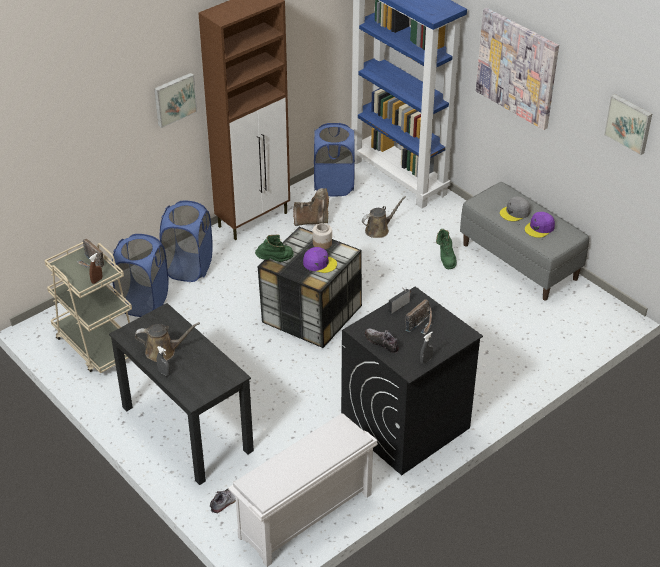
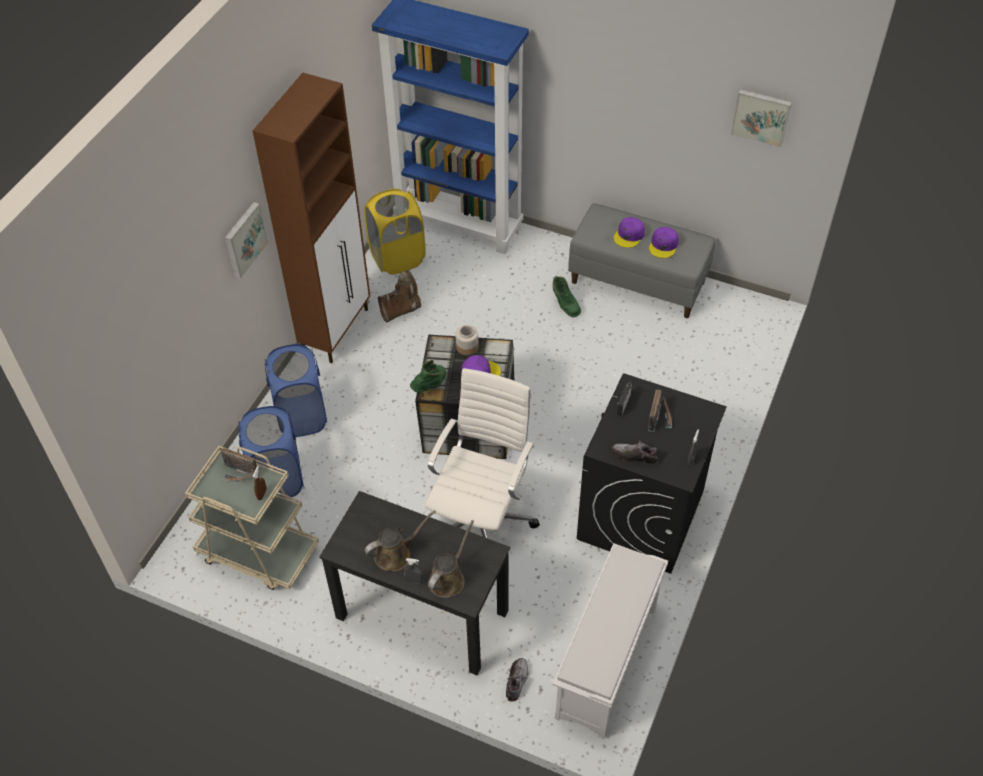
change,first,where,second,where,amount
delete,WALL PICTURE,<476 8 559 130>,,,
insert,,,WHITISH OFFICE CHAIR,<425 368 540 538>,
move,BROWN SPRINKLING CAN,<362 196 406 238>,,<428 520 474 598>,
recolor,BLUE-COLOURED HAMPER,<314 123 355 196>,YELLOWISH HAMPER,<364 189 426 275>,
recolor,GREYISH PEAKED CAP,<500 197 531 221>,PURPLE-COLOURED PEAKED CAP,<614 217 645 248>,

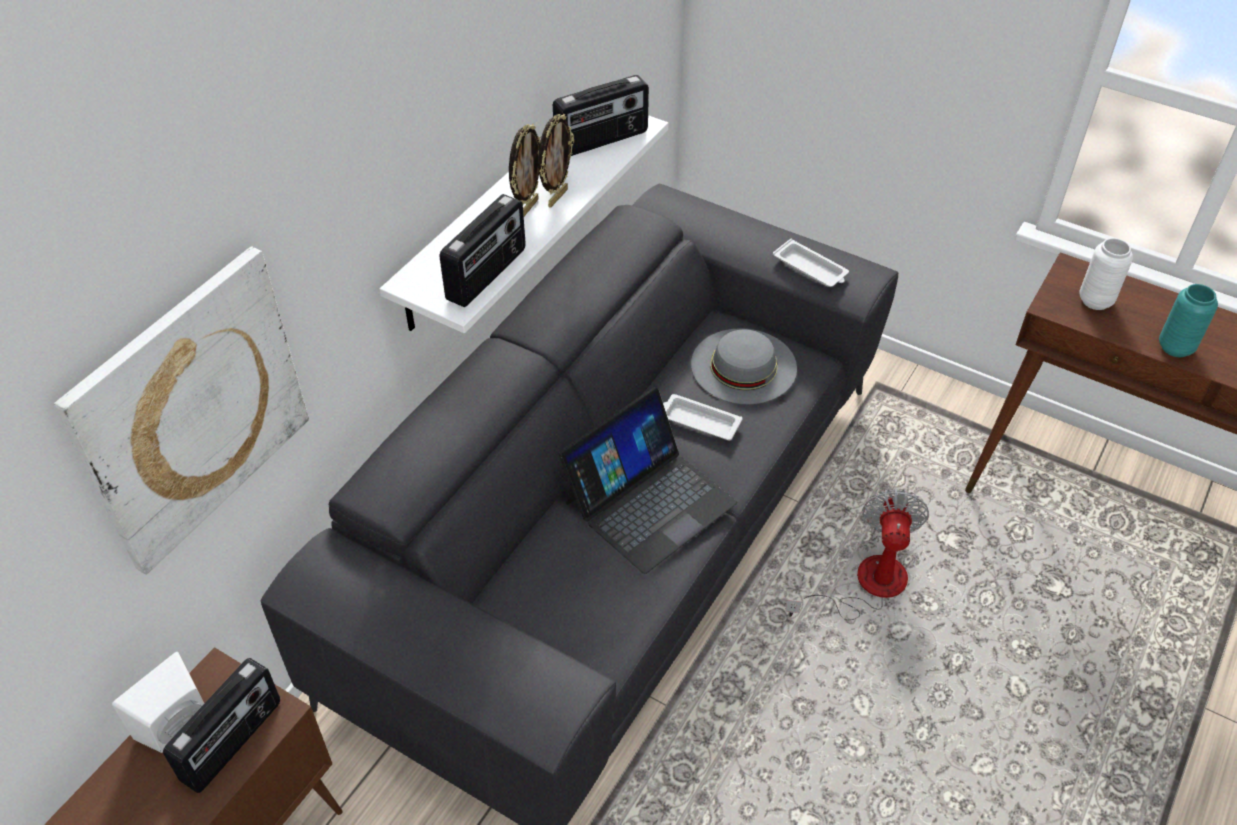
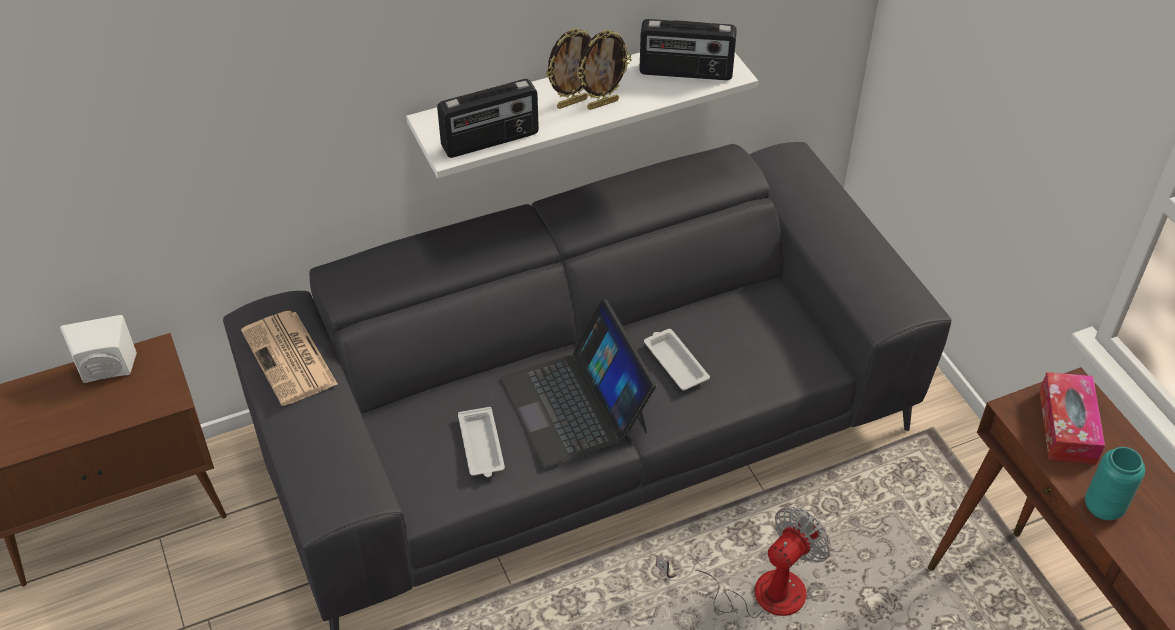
change,first,where,second,where,amount
delete,WALL PICTURE,<54 246 309 575>,,,
delete,RADIO RECEIVER,<163 658 280 793>,,,
delete,GREYISH WEARABLE HAT,<691 328 797 404>,,,
insert,,,DAILY PAPER,<241 311 338 406>,
move,WHITISH SERVING TRAY,<773 239 849 287>,,<458 407 505 477>,
replace,WHITISH DECORATIVE VASE,<1079 238 1133 310>,TISSUE BOX,<1039 372 1105 464>,
rotate,PORTABLE COMPUTER,<559 387 737 574>,,<500 299 656 467>,75 degrees clockwise

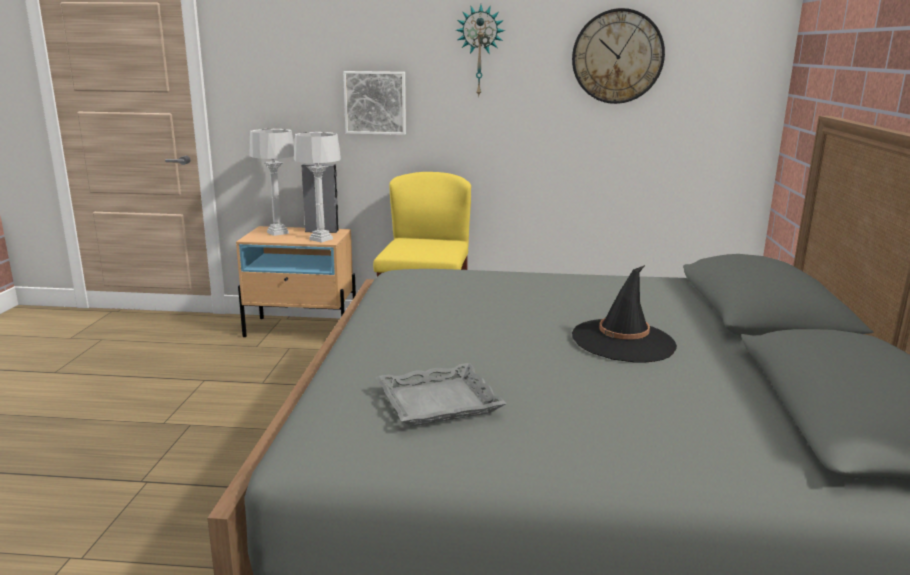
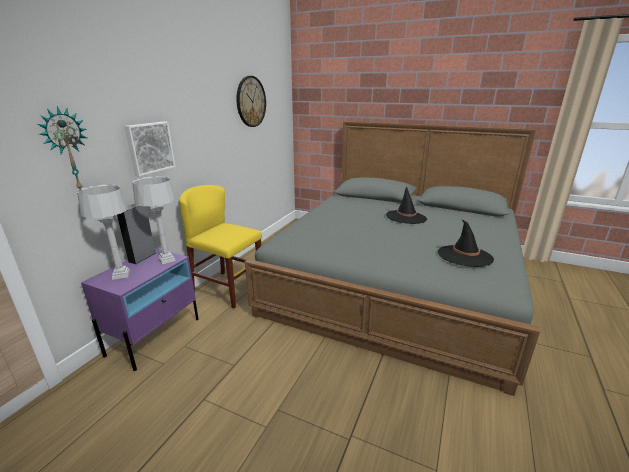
change,first,where,second,where,amount
move,WALL CLOCK,<456 5 505 98>,,<37 106 87 190>,
replace,GREYISH SERVING TRAY,<376 363 507 427>,BLACK-COLOURED WEARABLE HAT,<438 219 494 267>,
recolor,BEIGE BEDSIDE TABLE,<236 226 356 337>,PURPLE-COLOURED BEDSIDE TABLE,<81 248 199 371>,

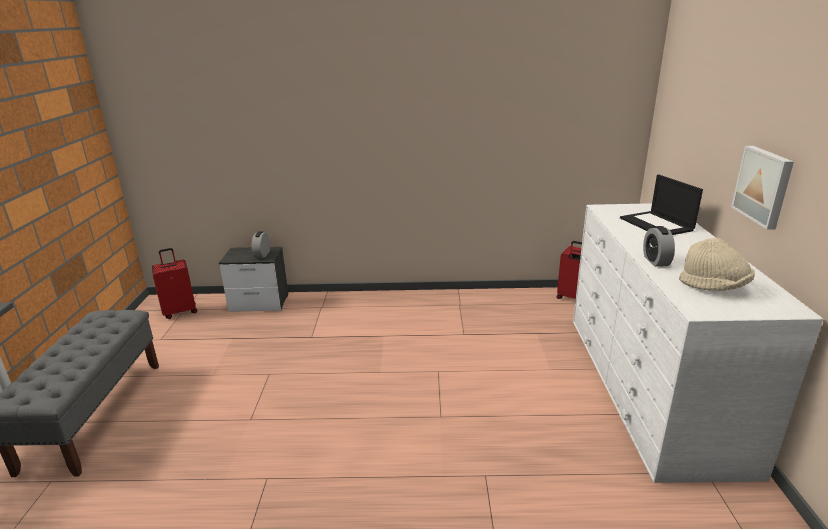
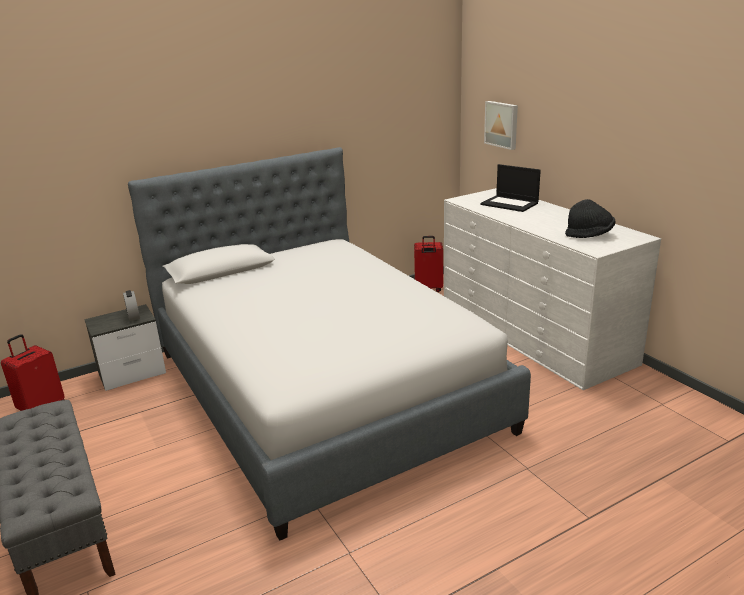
change,first,where,second,where,amount
delete,BEDSIDE CLOCK,<643 226 675 267>,,,
insert,,,BED,<128 147 531 541>,
move,WALL PICTURE,<731 146 794 230>,,<484 101 518 150>,
recolor,BEIGE WEARABLE HAT,<679 238 755 291>,BLACK-COLOURED WEARABLE HAT,<565 199 615 238>,

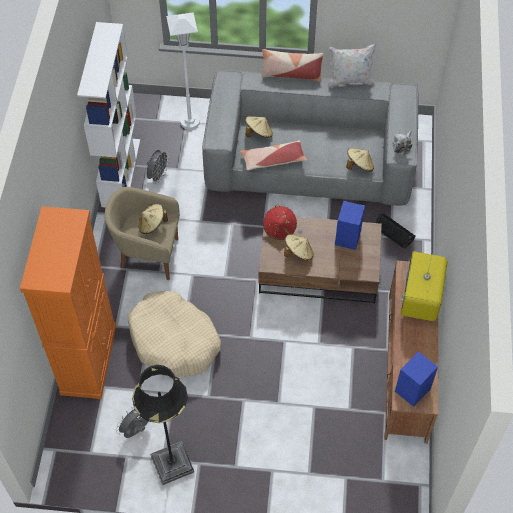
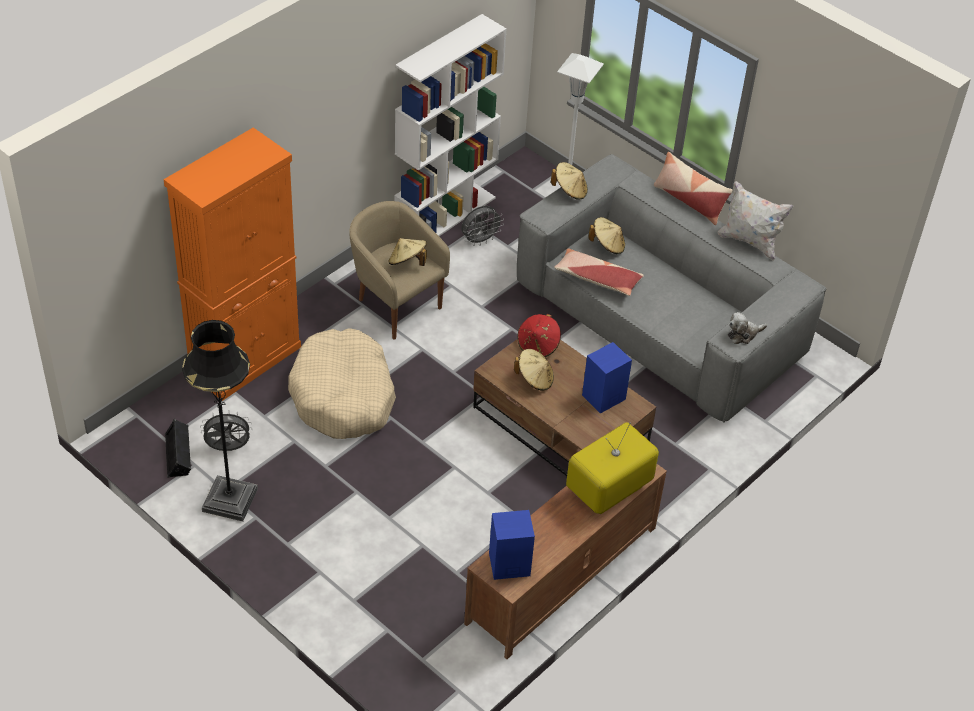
change,first,where,second,where,amount
move,BEIGE WEARABLE HAT,<346 148 374 172>,,<551 162 588 200>,
move,BLACK-COLOURED LOUDSPEAKER,<375 213 416 250>,,<165 419 191 478>,

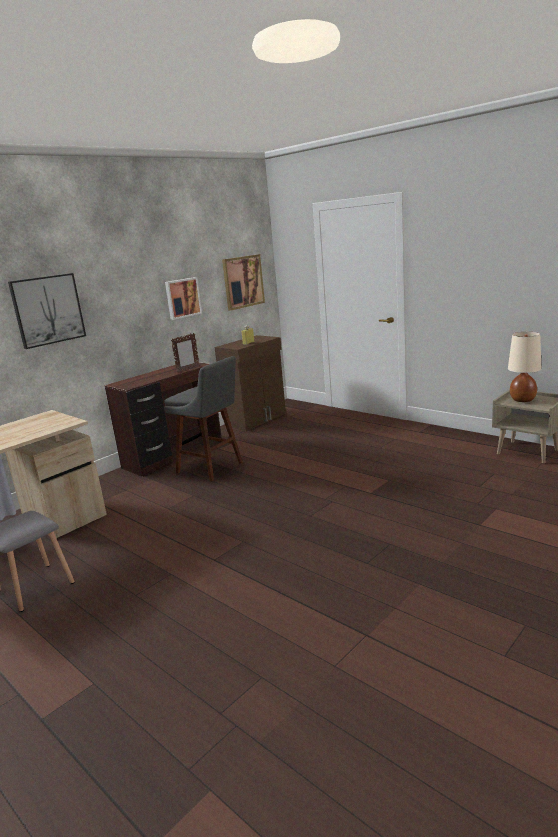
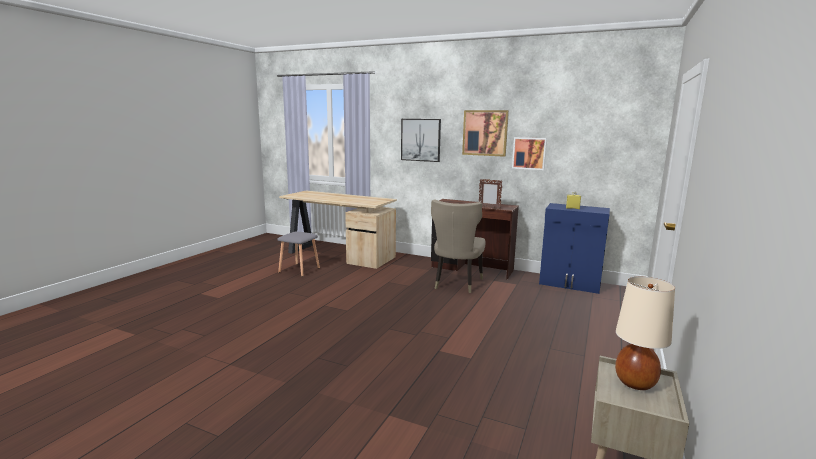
change,first,where,second,where,amount
move,WALL PICTURE,<222 254 265 311>,,<462 110 509 157>,
replace,GREYISH STOOL SEAT,<164 356 243 481>,BEIGE PLAIN CHAIR,<431 199 486 293>,
recolor,BROWN CABINET,<214 335 286 431>,BLUE-COLOURED CABINET,<539 203 610 294>,

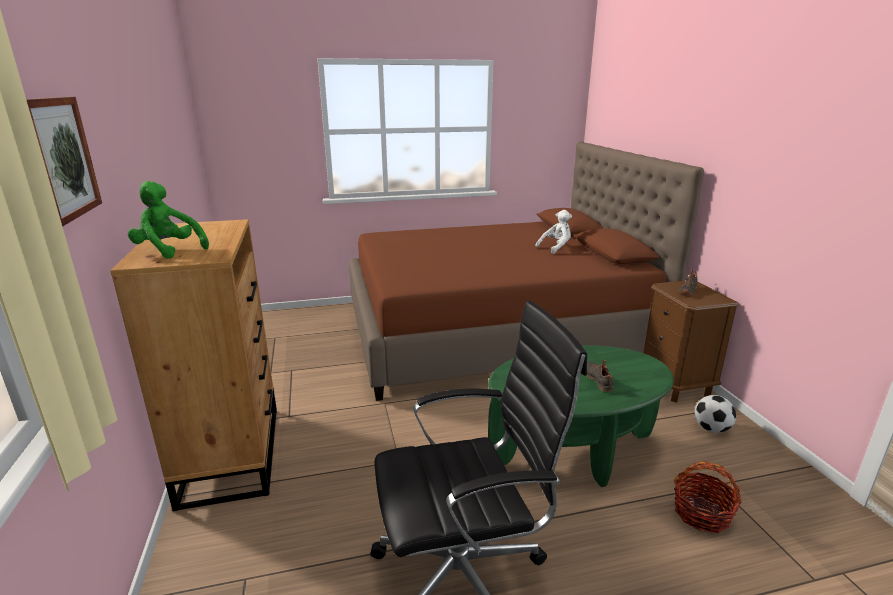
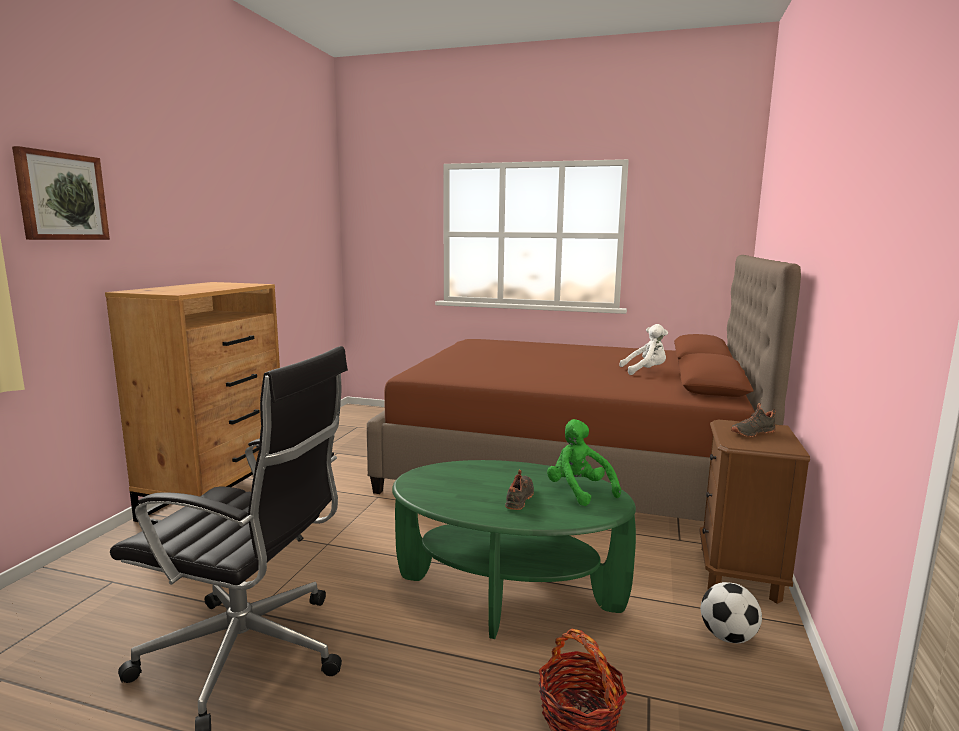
change,first,where,second,where,amount
move,GREENISH SOFT TOY,<128 181 209 259>,,<547 419 621 506>,

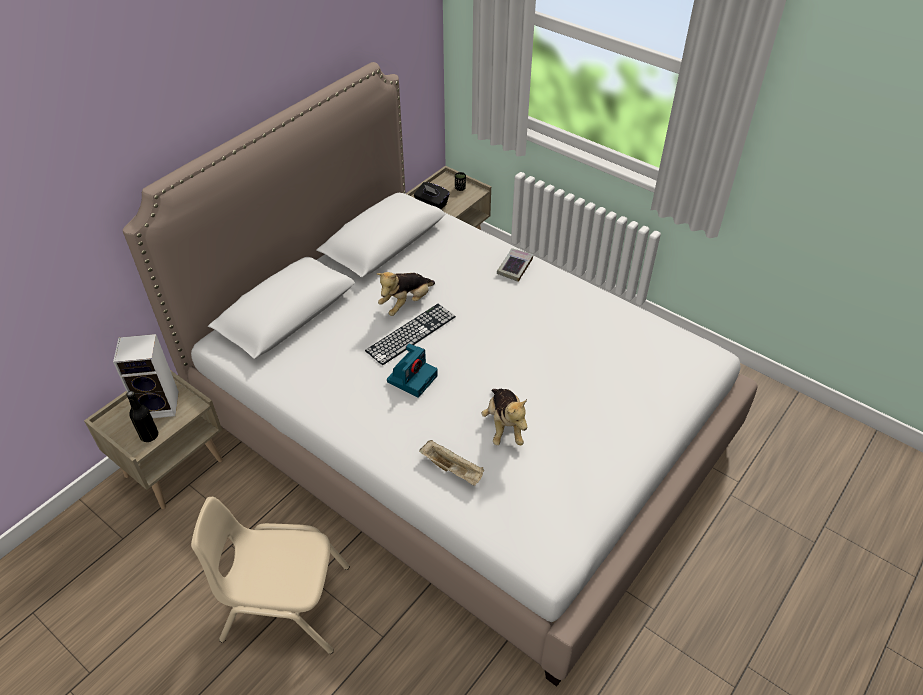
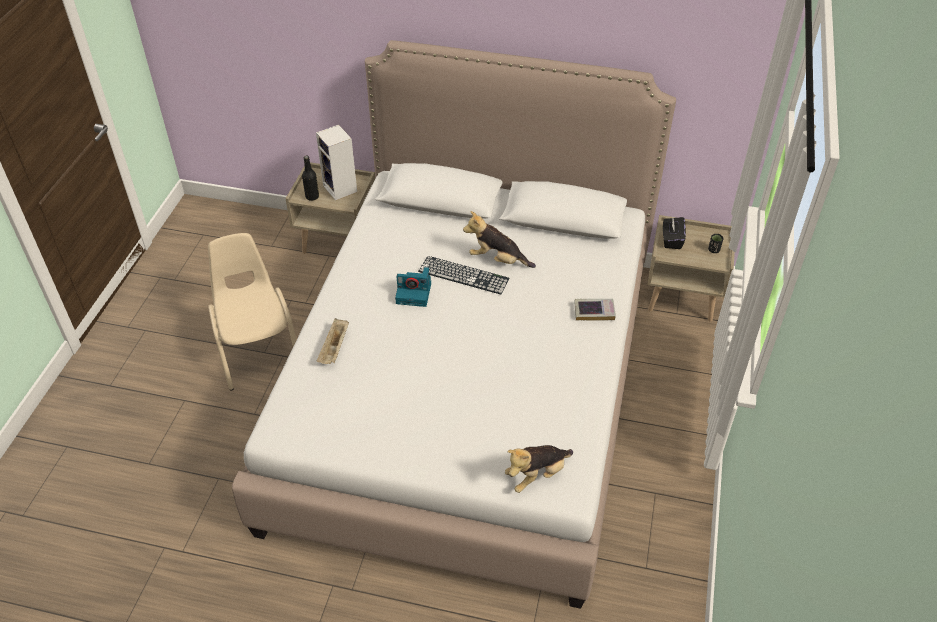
change,first,where,second,where,amount
move,SOFT TOY,<481 389 527 446>,,<505 445 573 493>,

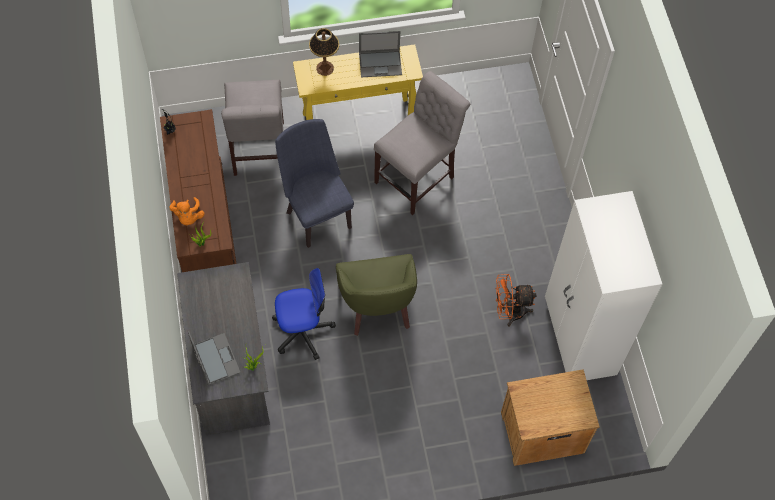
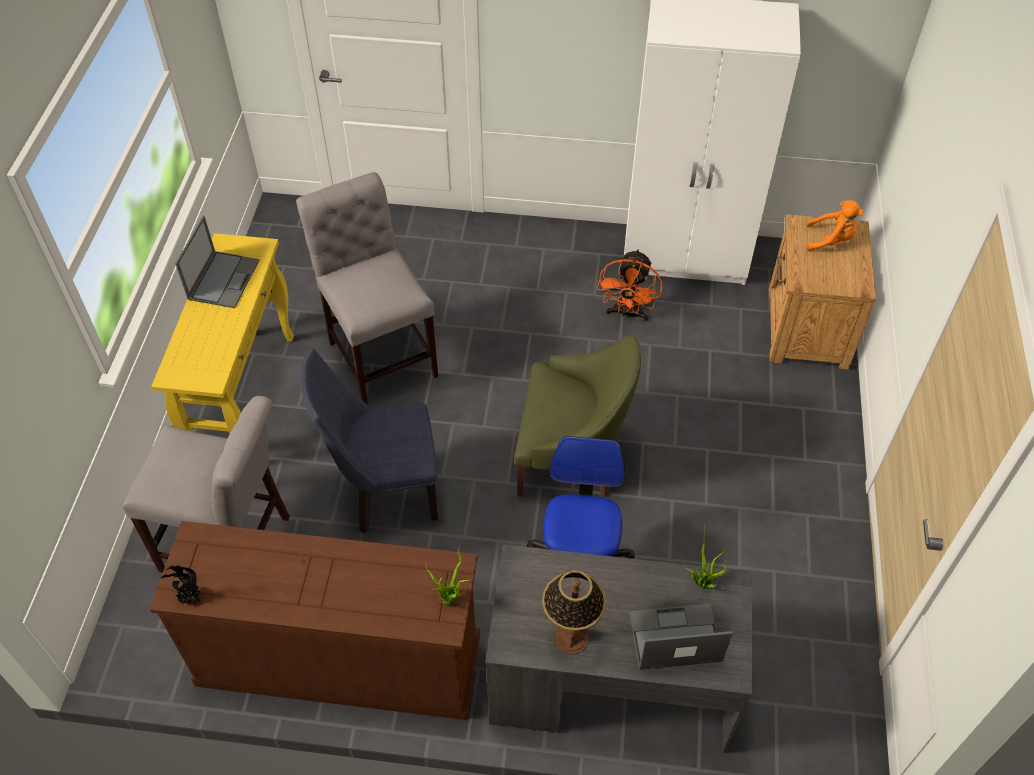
change,first,where,second,where,amount
move,ORANGEY SOFT TOY,<169 197 204 225>,,<806 200 863 251>,
move,LAMP FOR A TABLE,<309 28 340 76>,,<542 570 606 654>,

